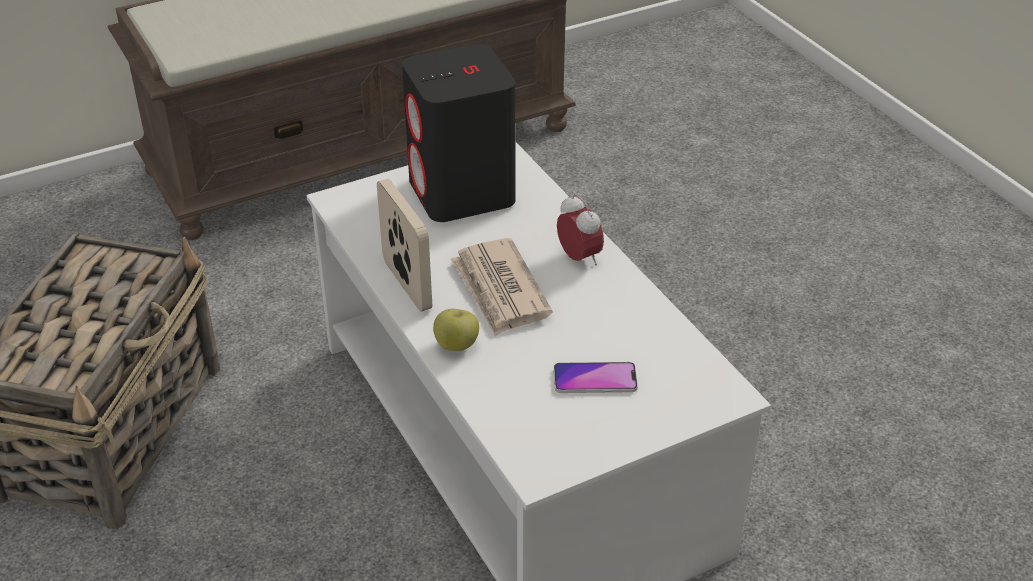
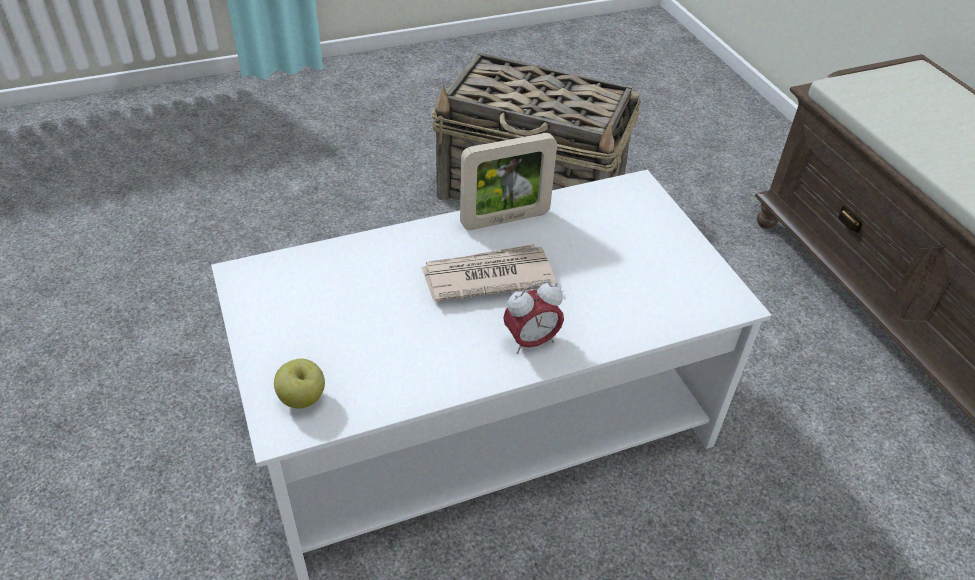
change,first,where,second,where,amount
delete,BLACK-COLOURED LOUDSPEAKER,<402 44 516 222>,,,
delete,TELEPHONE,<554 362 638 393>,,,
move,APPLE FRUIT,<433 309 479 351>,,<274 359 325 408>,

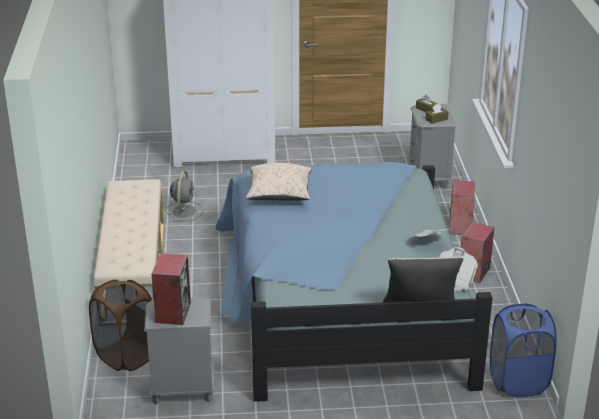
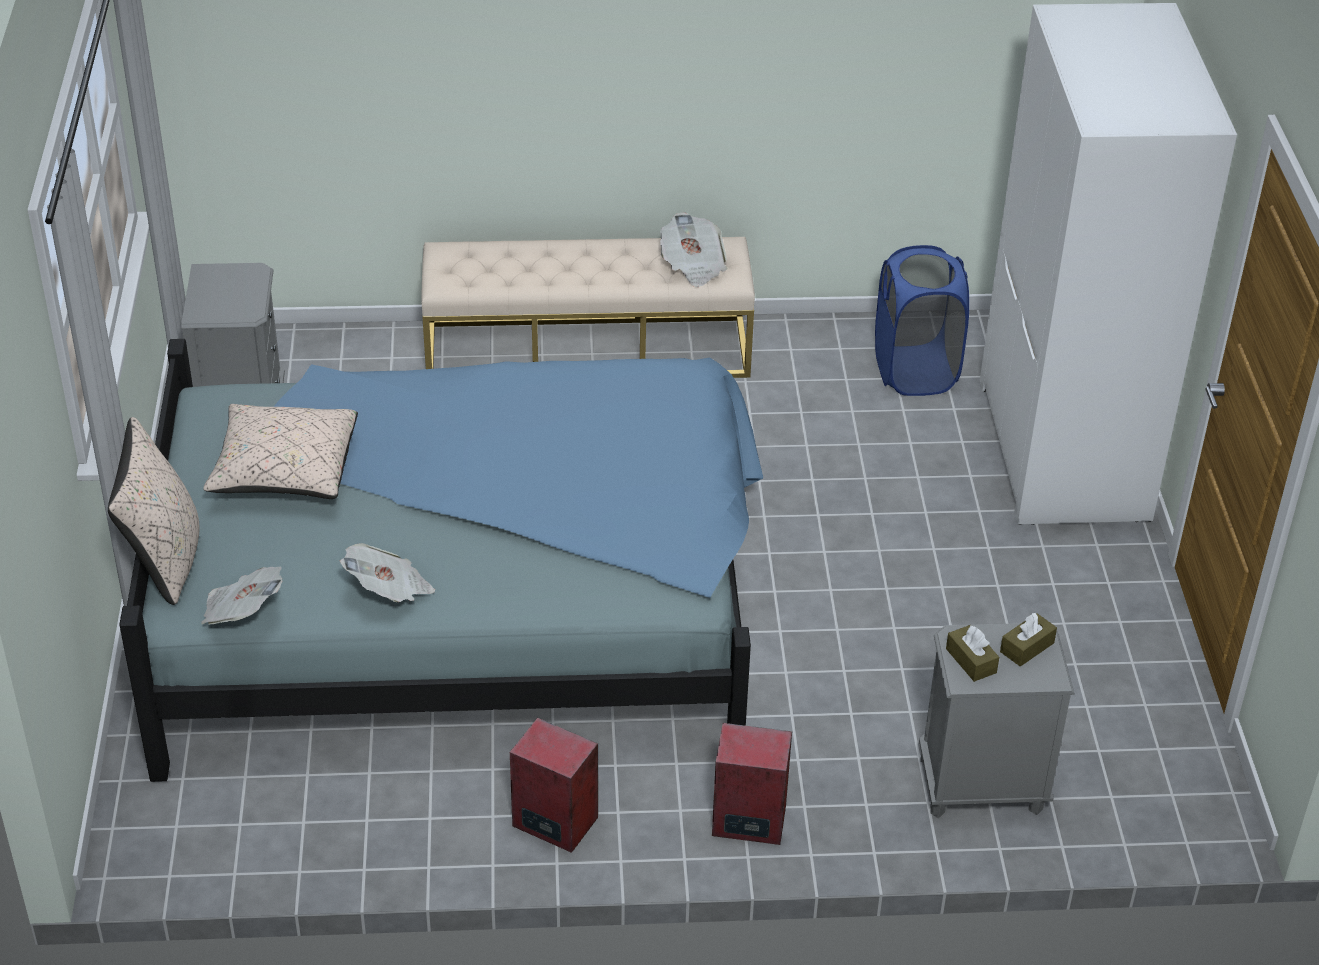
change,first,where,second,where,amount
delete,BROWN HAMPER,<89 280 152 371>,,,
delete,LOUDSPEAKER,<152 253 191 325>,,,
delete,GREYISH COOLING FAN,<166 171 203 222>,,,
insert,,,DAILY PAPER,<660 212 727 287>,
move,BEIGE PILLOW,<246 163 312 201>,,<203 404 358 499>,
move,BLUE-COLOURED HAMPER,<490 303 557 397>,,<875 245 969 396>,

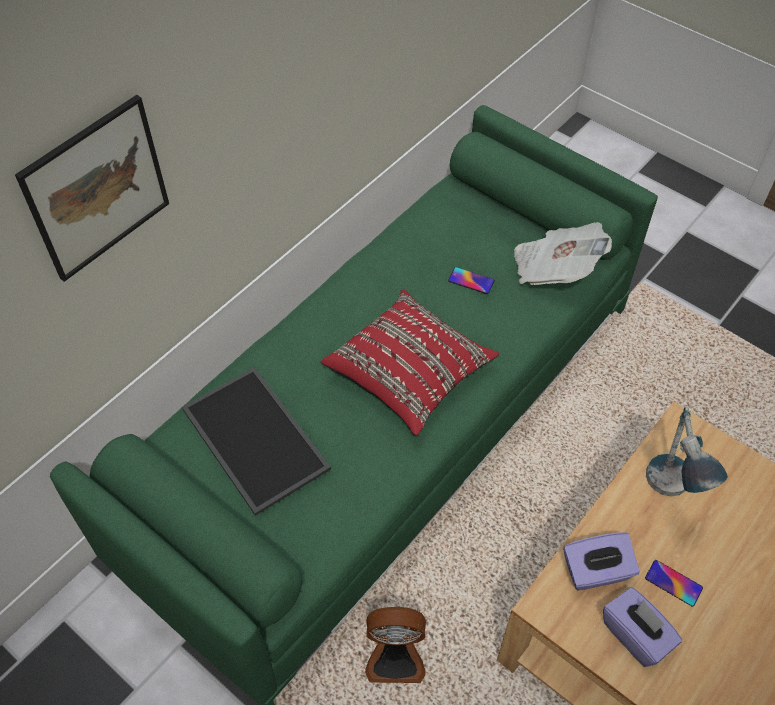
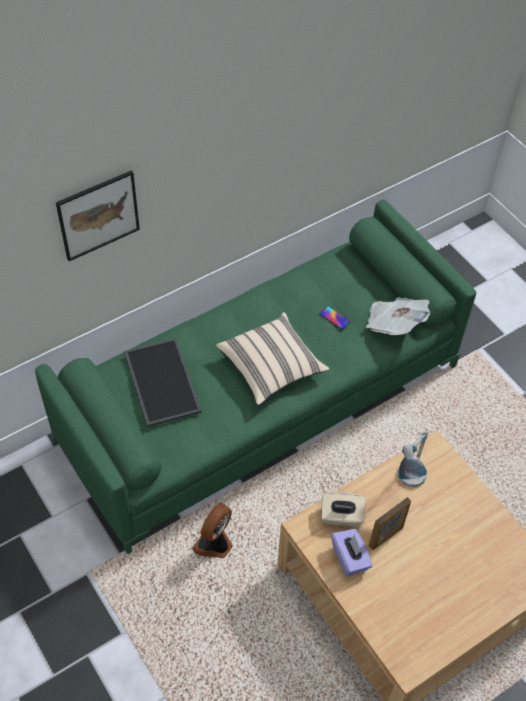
change,first,where,second,where,amount
replace,TELEPHONE,<645 560 703 607>,PICTURE FRAME,<369 497 411 550>,
recolor,RED-COLOURED PILLOW,<321 289 499 435>,BEIGE PILLOW,<216 312 330 405>,
recolor,PURPLE-COLOURED TISSUE BOX,<563 532 640 591>,BEIGE TISSUE BOX,<321 493 365 526>,
rotate,COOLING FAN,<365 607 426 683>,,<192 503 233 558>,105 degrees clockwise

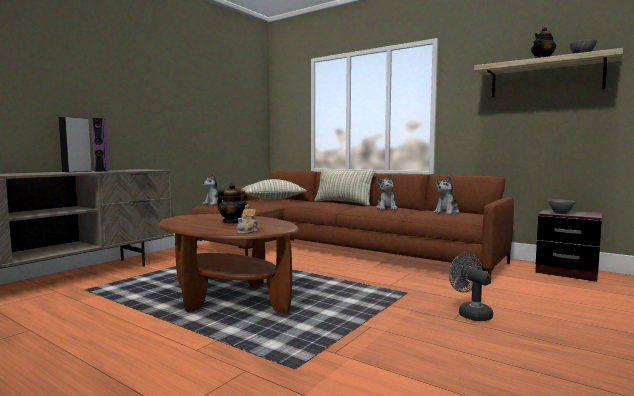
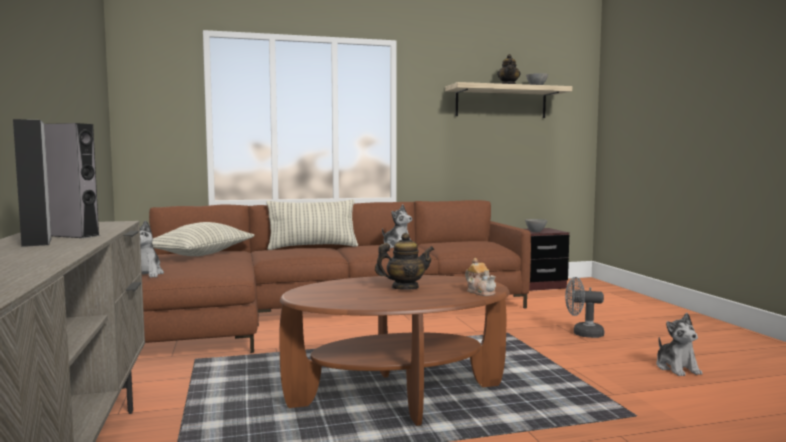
change,first,where,second,where,amount
move,SOFT TOY,<434 176 460 214>,,<656 313 702 376>,
recolor,PURPLE-COLOURED LOUDSPEAKER,<92 118 109 172>,GREYISH LOUDSPEAKER,<44 123 100 238>,

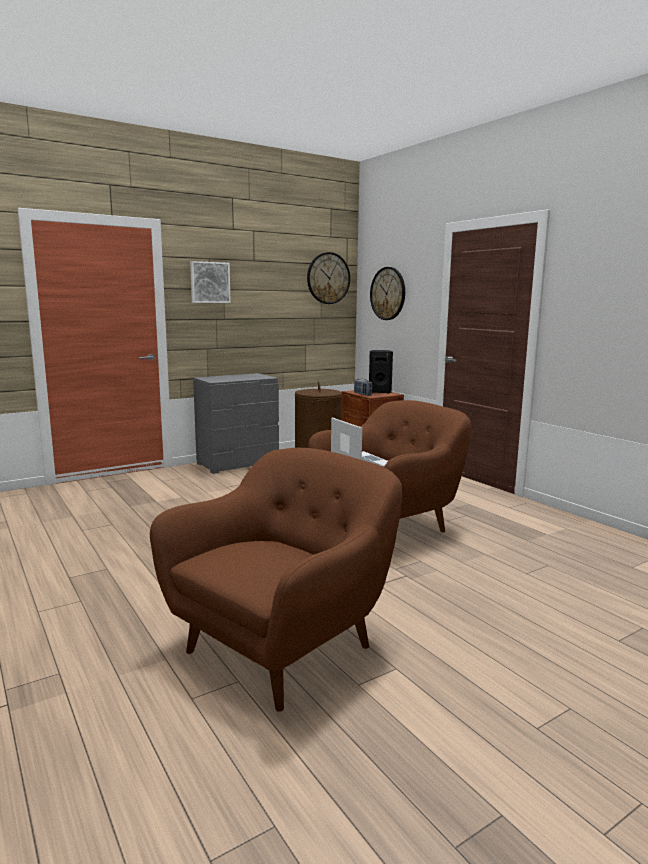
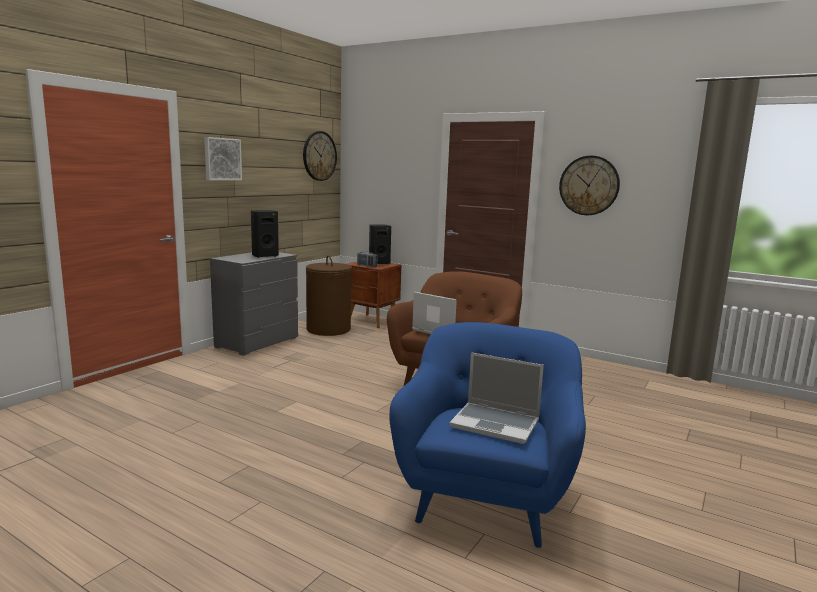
change,first,where,second,where,amount
insert,,,BLACK-COLOURED LOUDSPEAKER,<251 210 279 258>,
insert,,,PORTABLE COMPUTER,<449 352 544 444>,
move,WALL CLOCK,<370 267 405 320>,,<559 156 620 215>,
recolor,BROWN LOUNGE CHAIR,<150 448 402 712>,BLUE-COLOURED LOUNGE CHAIR,<390 322 586 548>,

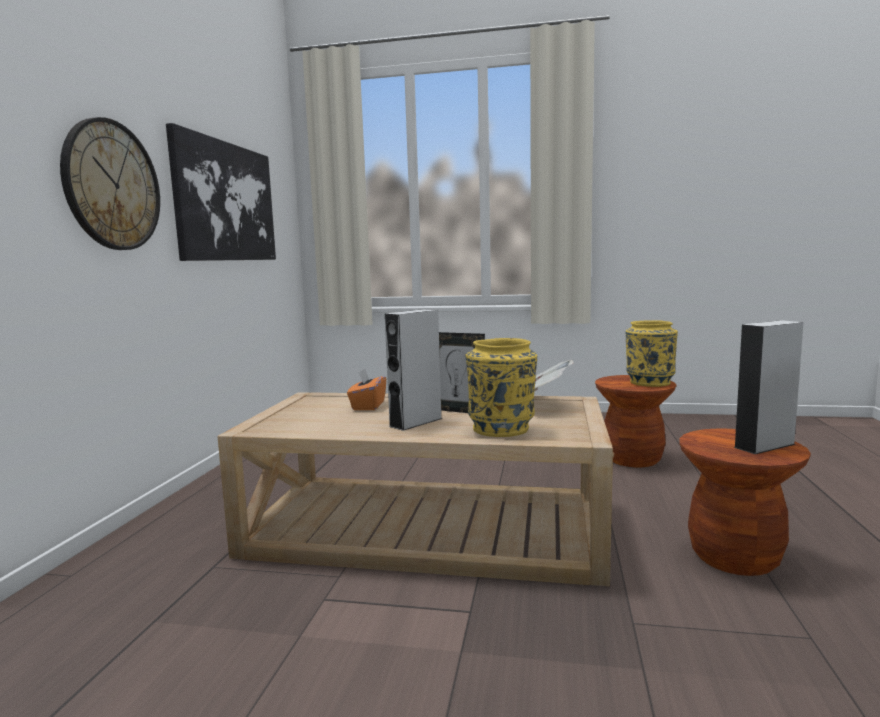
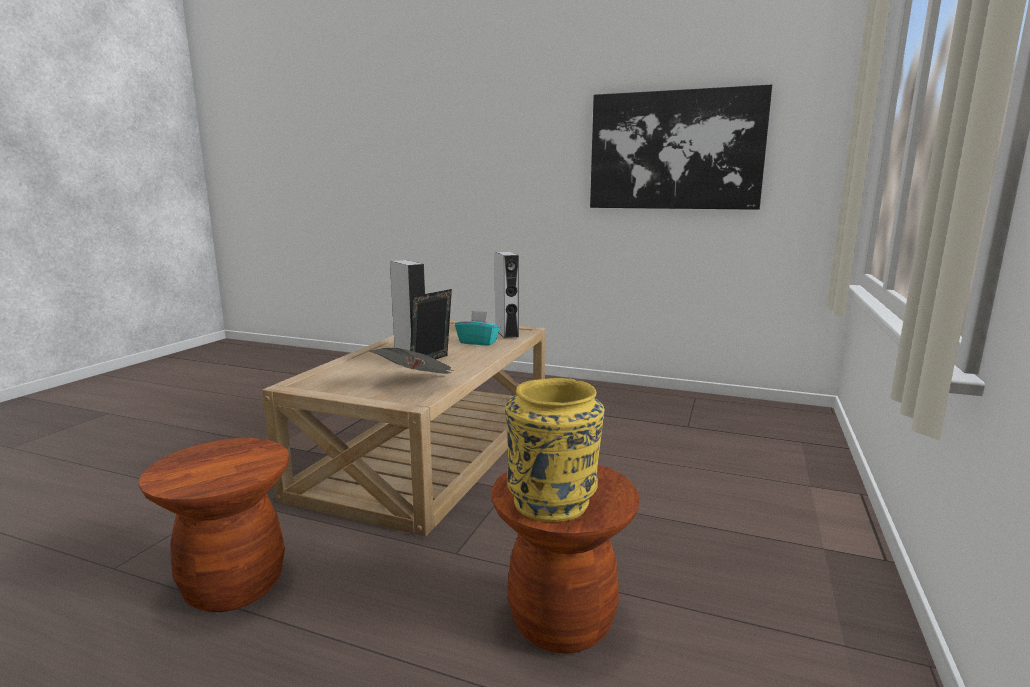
change,first,where,second,where,amount
delete,WALL CLOCK,<60 117 160 250>,,,
delete,YELLOWISH DECORATIVE VASE,<466 338 537 437>,,,
move,GREYISH LOUDSPEAKER,<734 320 804 454>,,<495 251 519 338>,
recolor,ORANGEY TISSUE BOX,<347 368 386 410>,TURQUOISE-COLOURED TISSUE BOX,<455 311 500 346>,

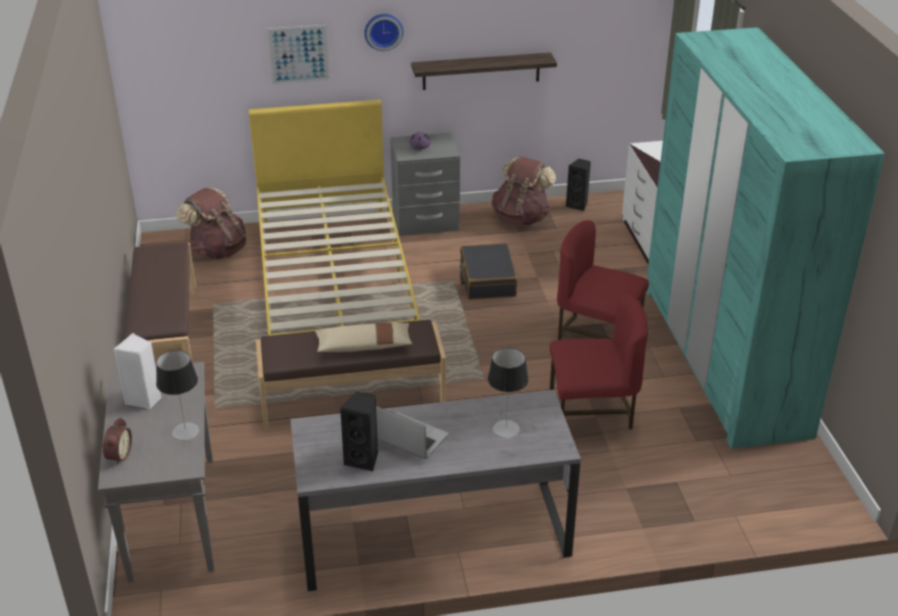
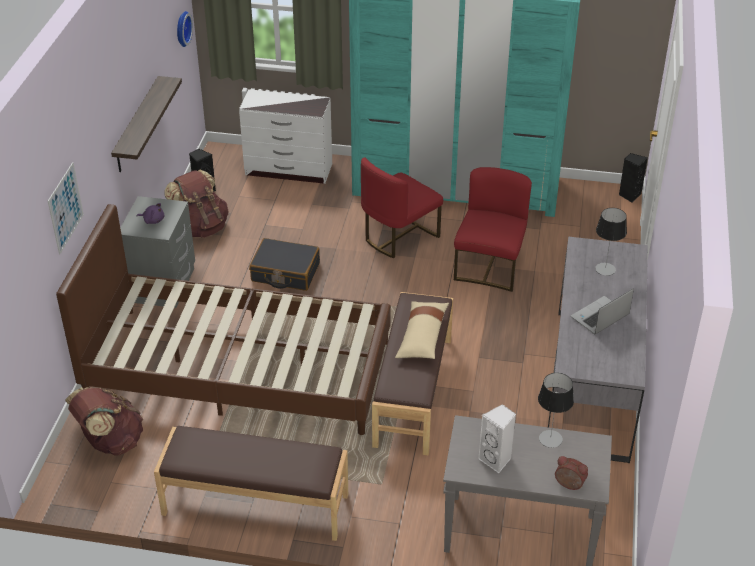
change,first,where,second,where,amount
move,BLACK-COLOURED LOUDSPEAKER,<340 392 378 471>,,<619 153 648 203>,
move,WALL CLOCK,<364 14 403 51>,,<177 11 193 47>,
recolor,YELLOWISH BED,<249 100 421 336>,BROWN BED,<56 204 391 435>,

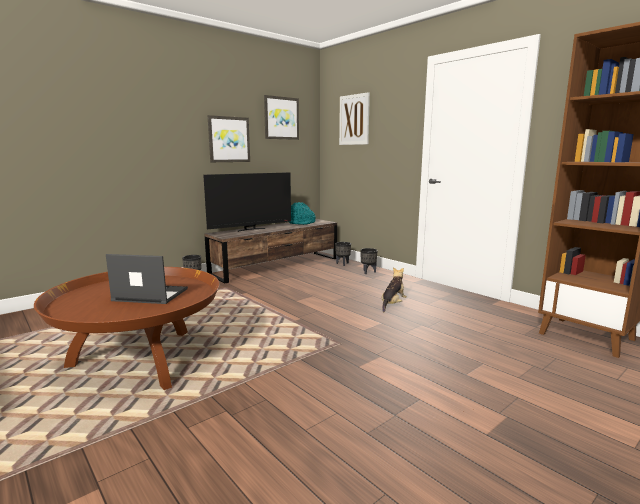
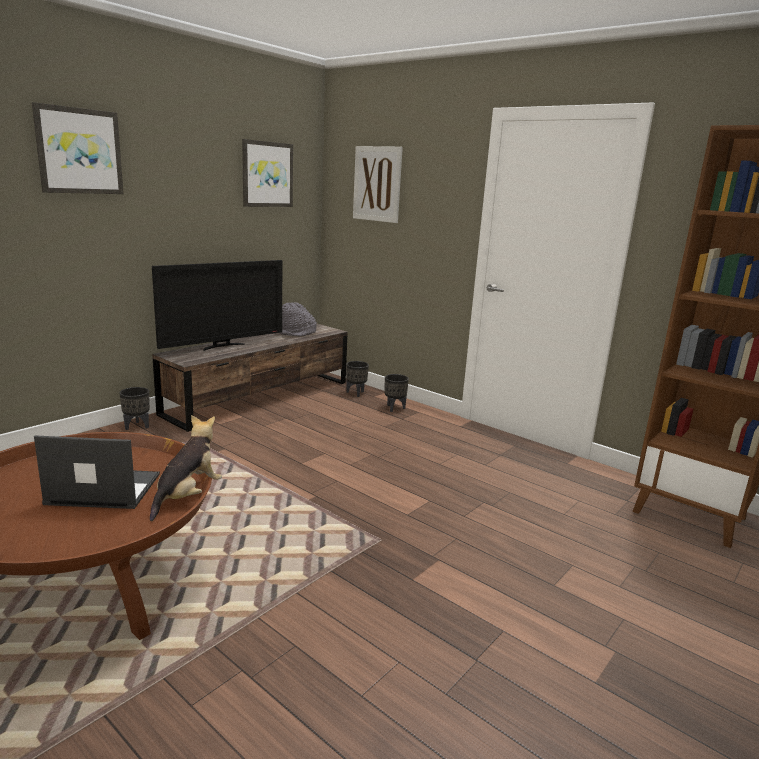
change,first,where,second,where,amount
move,WALL PICTURE,<207 115 250 162>,,<32 102 124 194>,
move,SOFT TOY,<382 267 407 312>,,<150 415 222 521>,
recolor,TURQUOISE-COLOURED WEARABLE HAT,<289 202 316 225>,GREYISH WEARABLE HAT,<279 302 317 336>,

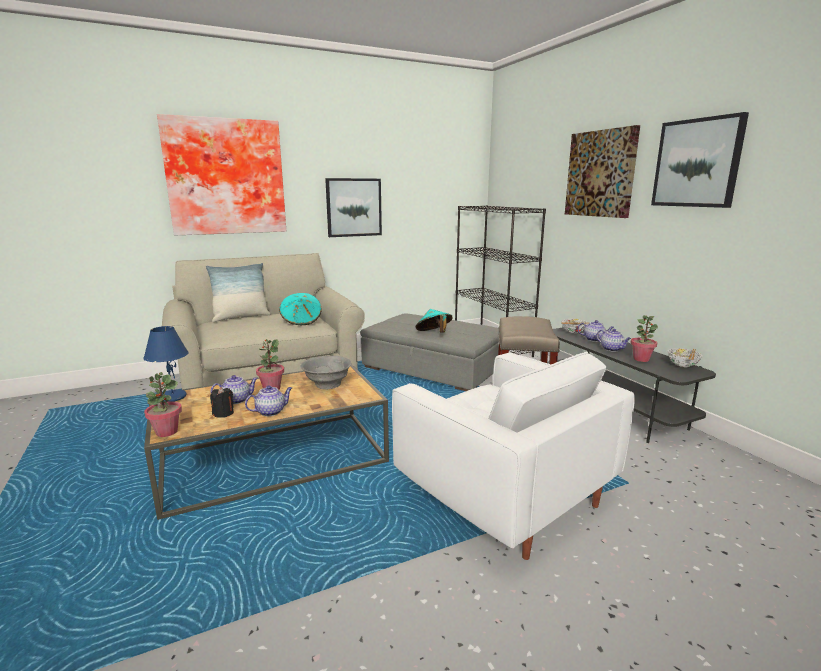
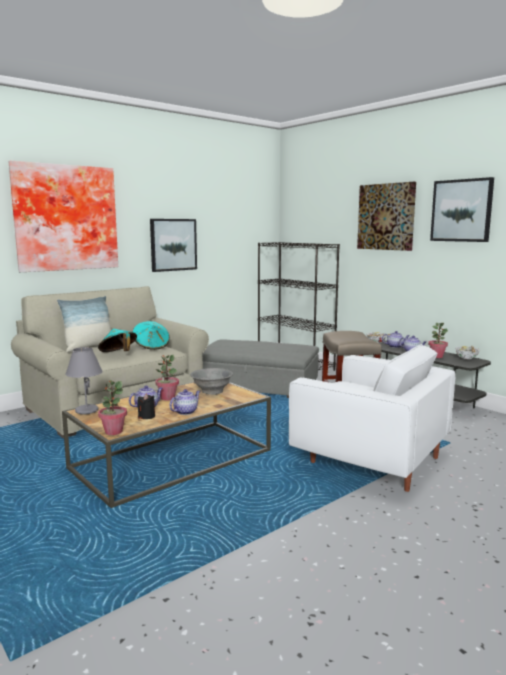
change,first,where,second,where,amount
move,TURQUOISE-COLOURED WEARABLE HAT,<416 309 453 333>,,<98 329 137 352>,
recolor,BLUE-COLOURED LAMP FOR A TABLE,<143 326 189 401>,GREYISH LAMP FOR A TABLE,<65 347 103 414>,

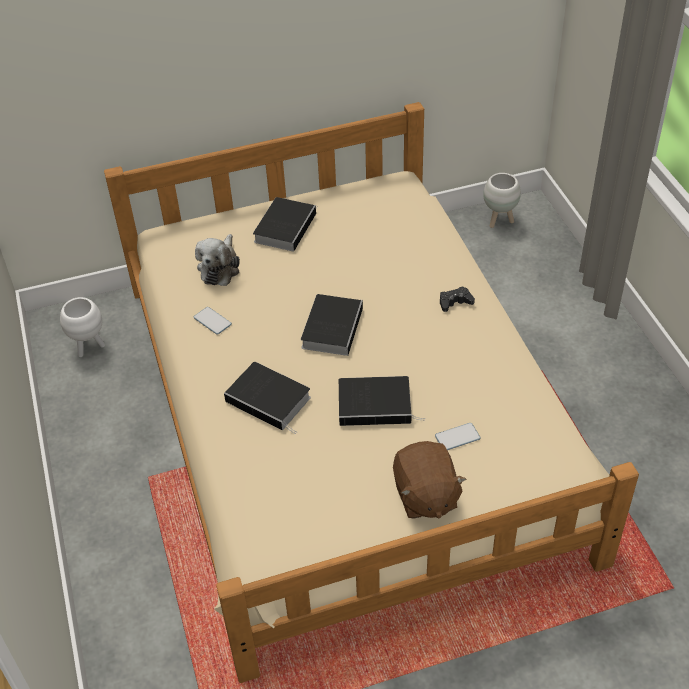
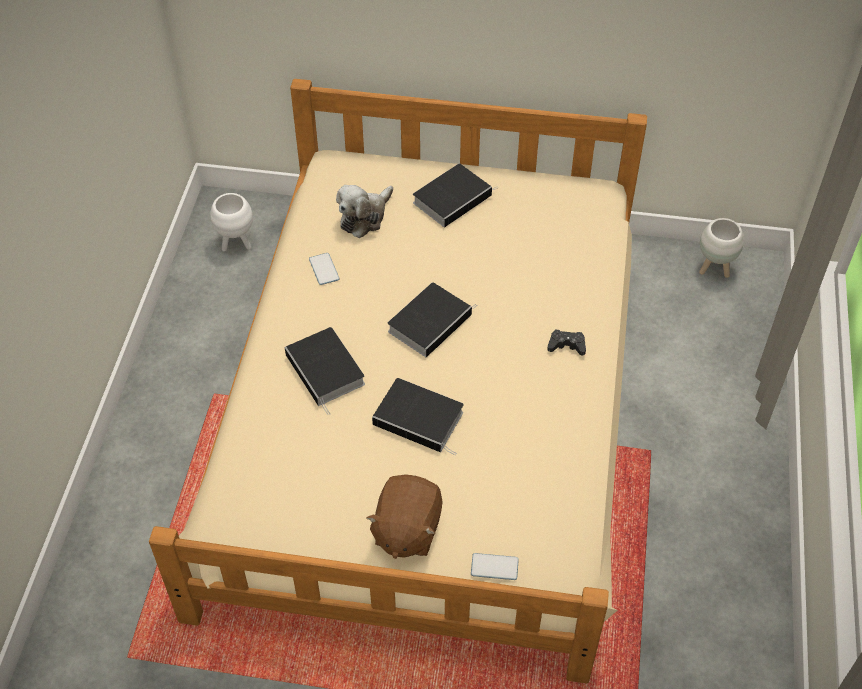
change,first,where,second,where,amount
move,TELEPHONE,<435 423 480 450>,,<471 553 519 580>,

